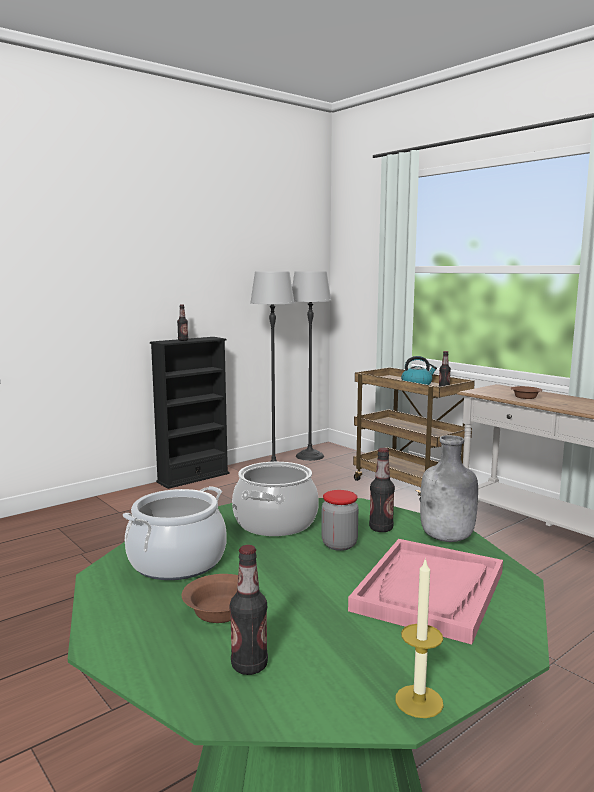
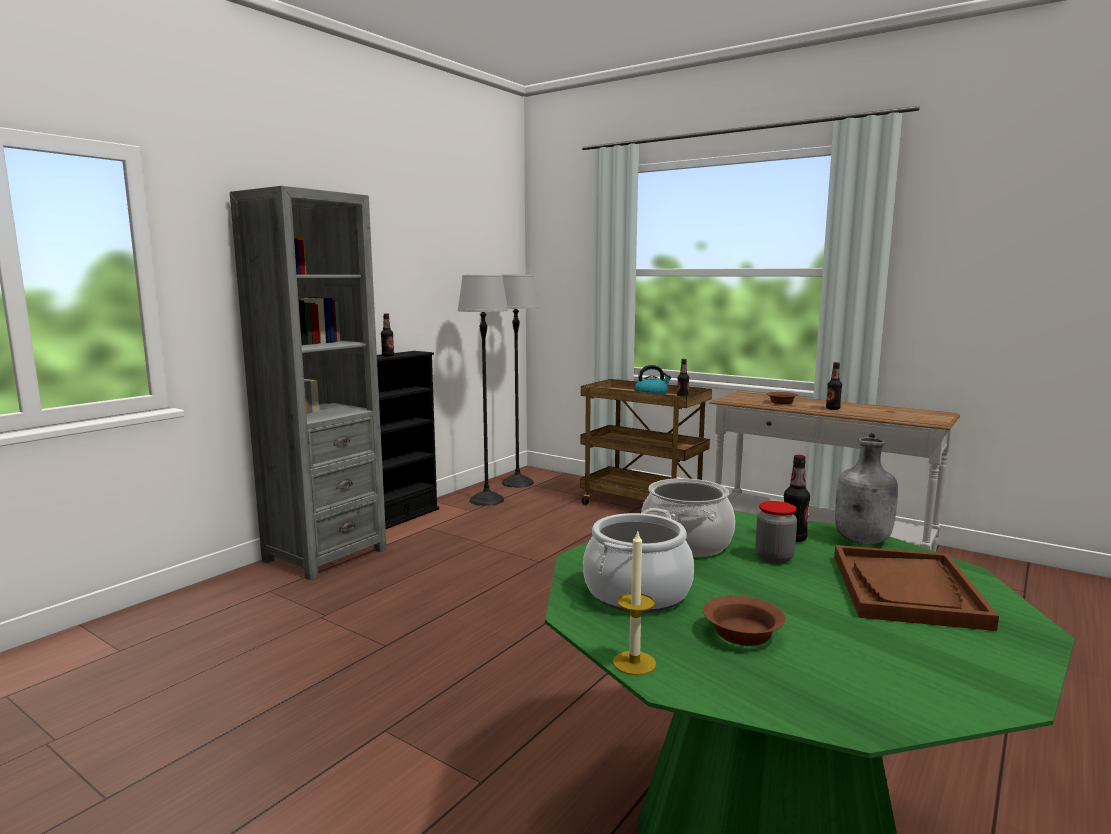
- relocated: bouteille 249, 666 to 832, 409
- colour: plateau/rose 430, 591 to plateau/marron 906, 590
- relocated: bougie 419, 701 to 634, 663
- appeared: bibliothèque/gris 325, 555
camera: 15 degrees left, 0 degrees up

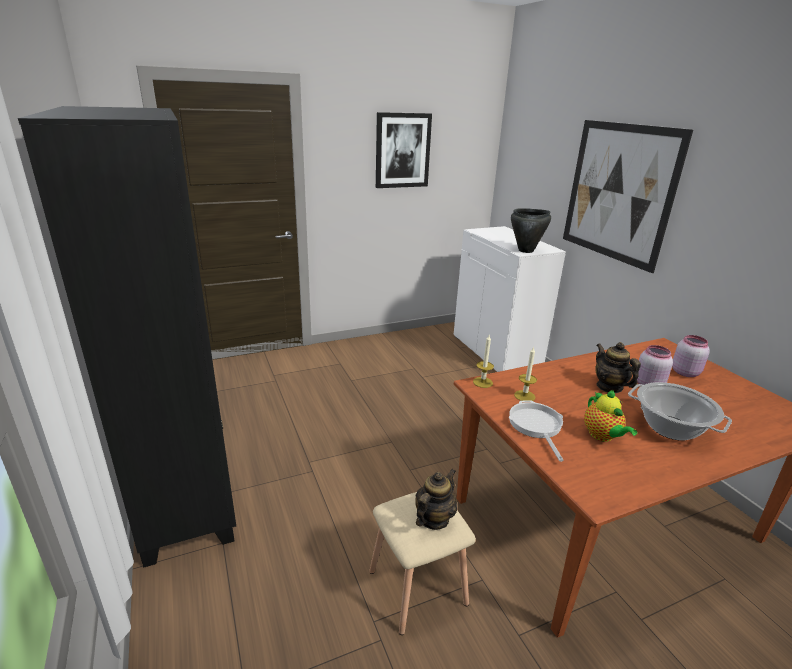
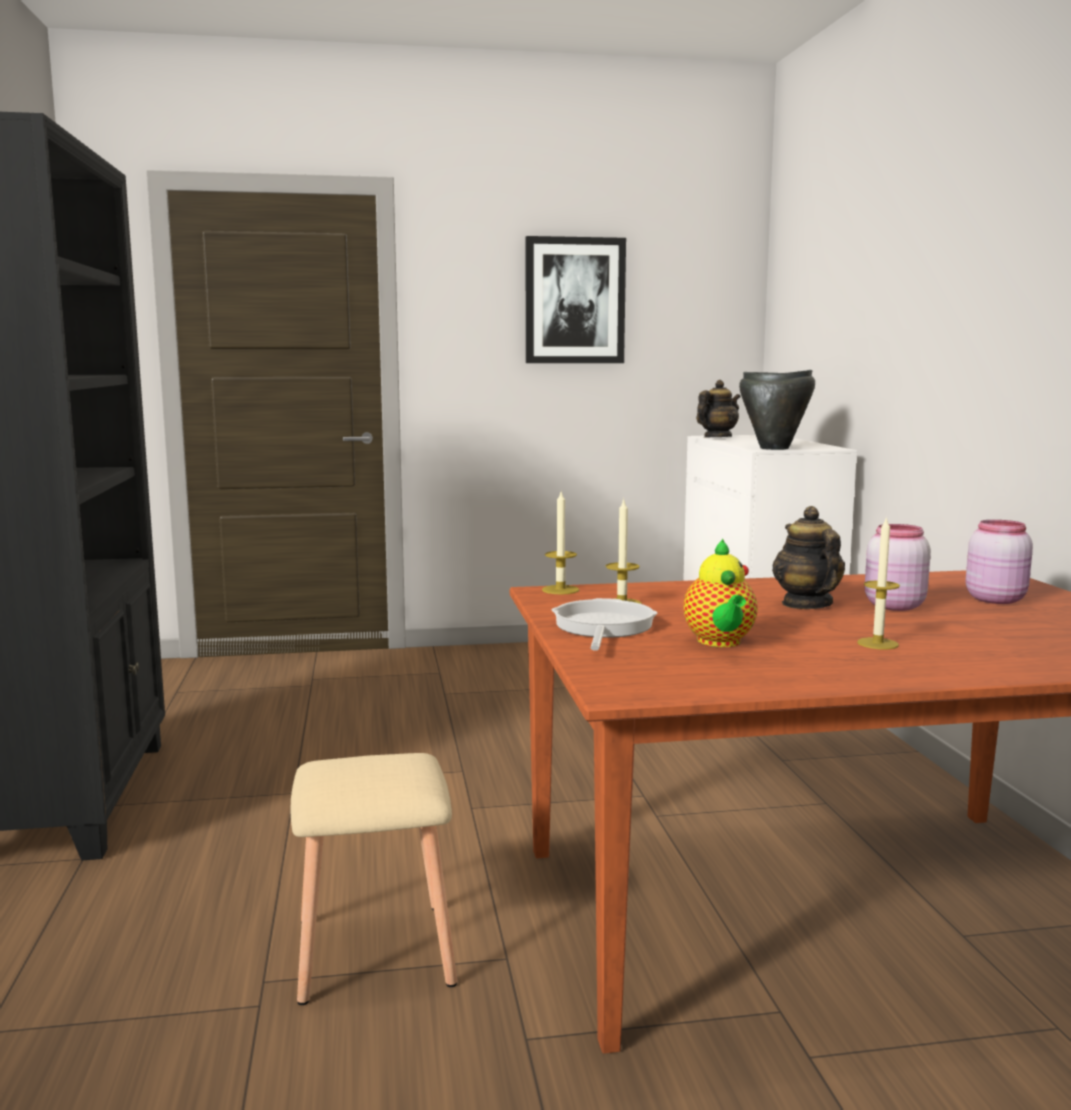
- relocated: théière 433, 519 to 717, 437
- missing: tableau 618, 192
- exchanged: marmite 671, 428 to bougie 877, 643
camera: 15 degrees right, 15 degrees down

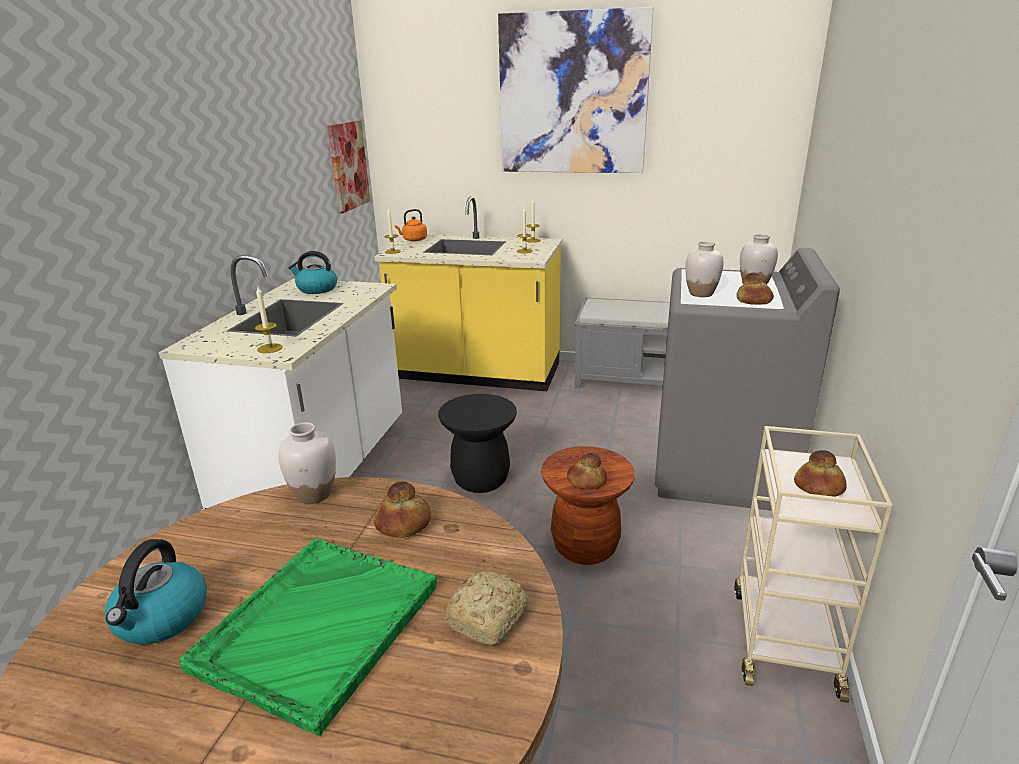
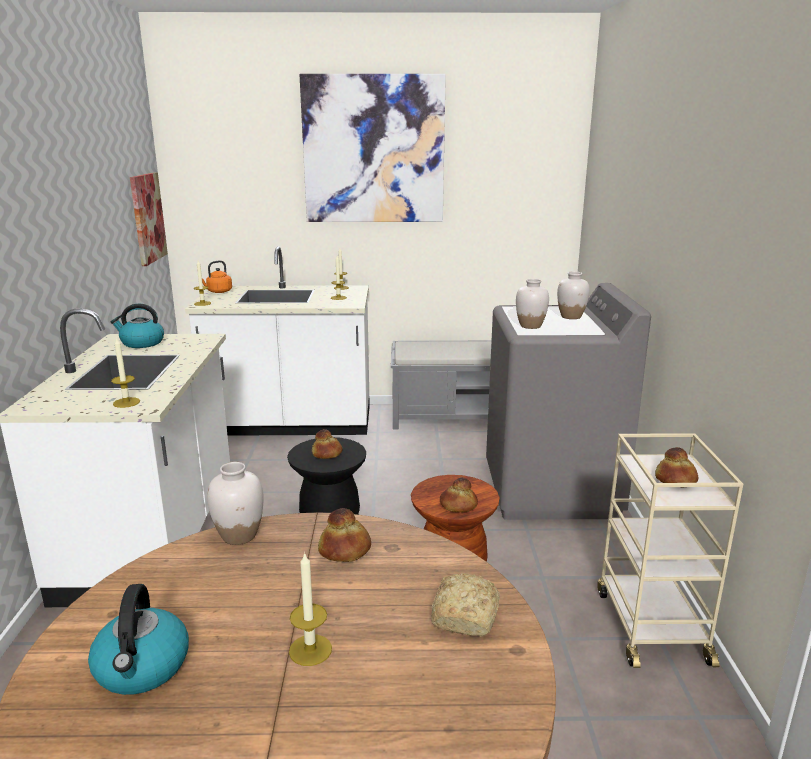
- exchanged: plateau/vert 316, 628 to bougie 310, 650
- colour: comptoir de cuisine/jaune 477, 374 to comptoir de cuisine/blanc 291, 424
- relocated: pain 753, 301 to 326, 454
camera: 15 degrees left, 5 degrees down

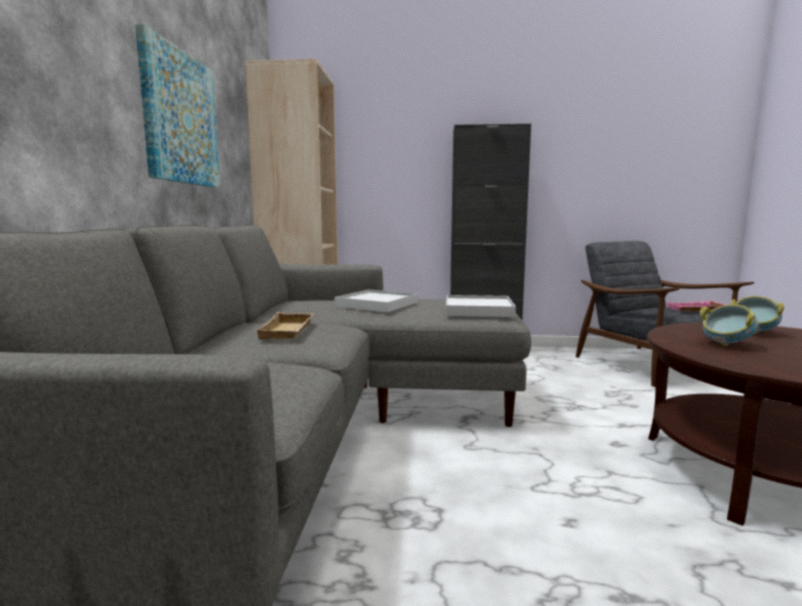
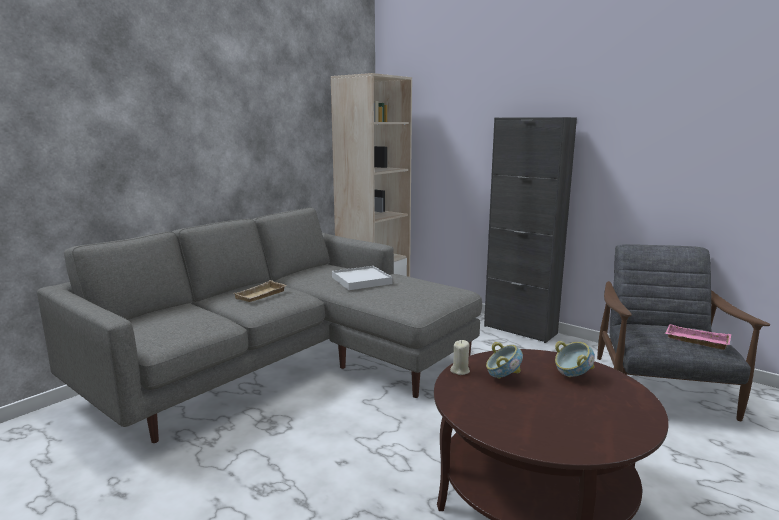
- missing: tableau 180, 118
- missing: plateau/blanc 478, 310
- appeared: bougie/beige 460, 371
camera: 35 degrees right, 5 degrees up

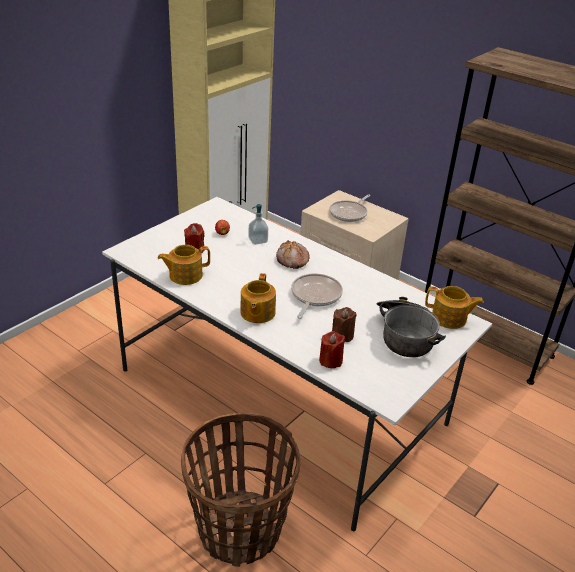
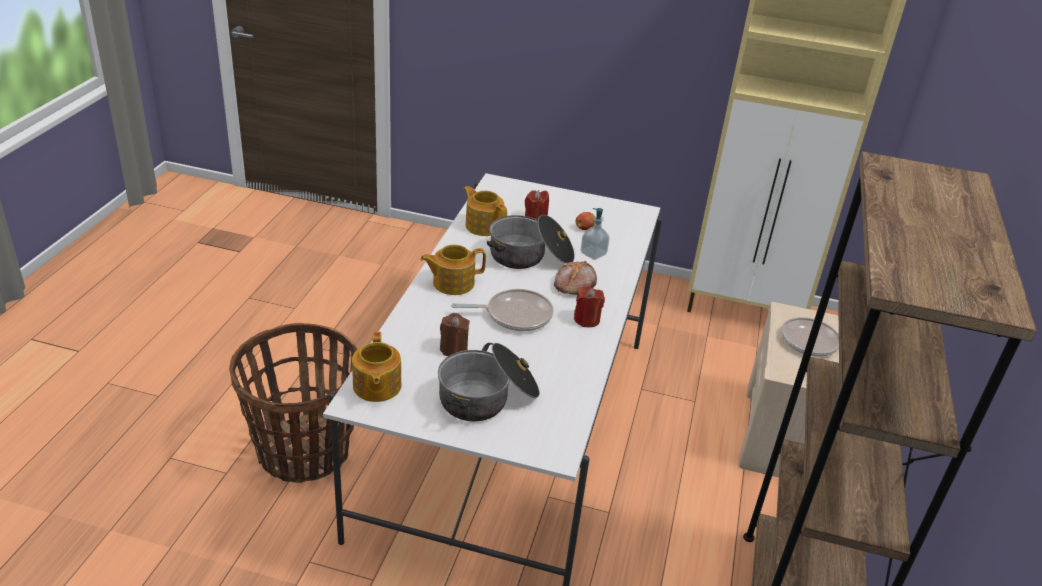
- relocated: bougie/rouge 330, 361 to 587, 320
- relocated: théière 449, 318 to 376, 387
- appeared: marmite 530, 256
camera: 65 degrees right, 0 degrees up

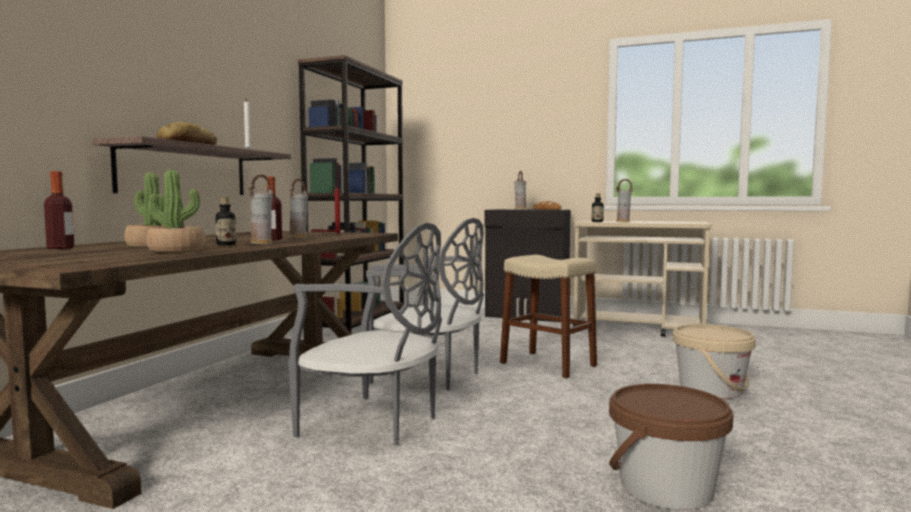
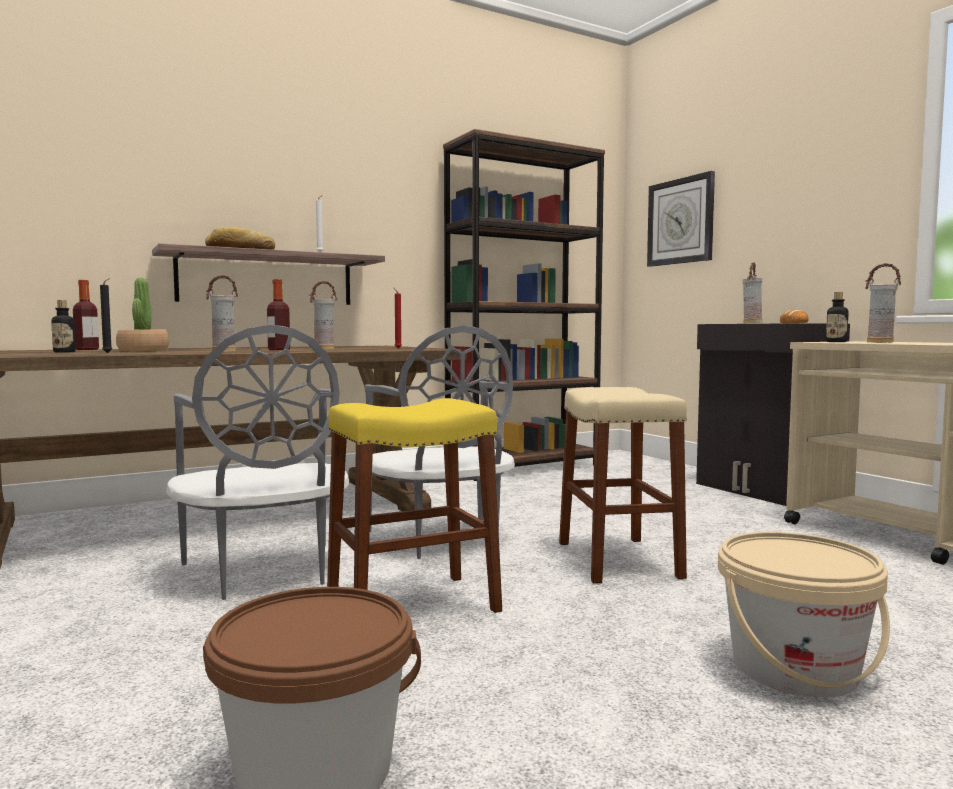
- exchanged: plante en pot 177, 250 to bougie/noir 108, 353
- relocated: bouteille 226, 244 to 64, 352
- appeared: tabouret/jaune 412, 605
- appeared: horloge murale 680, 221
camera: 40 degrees right, 0 degrees up

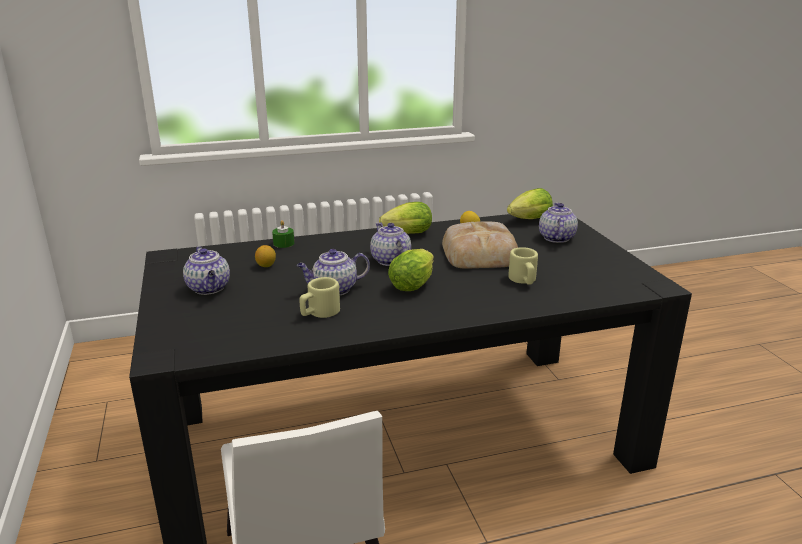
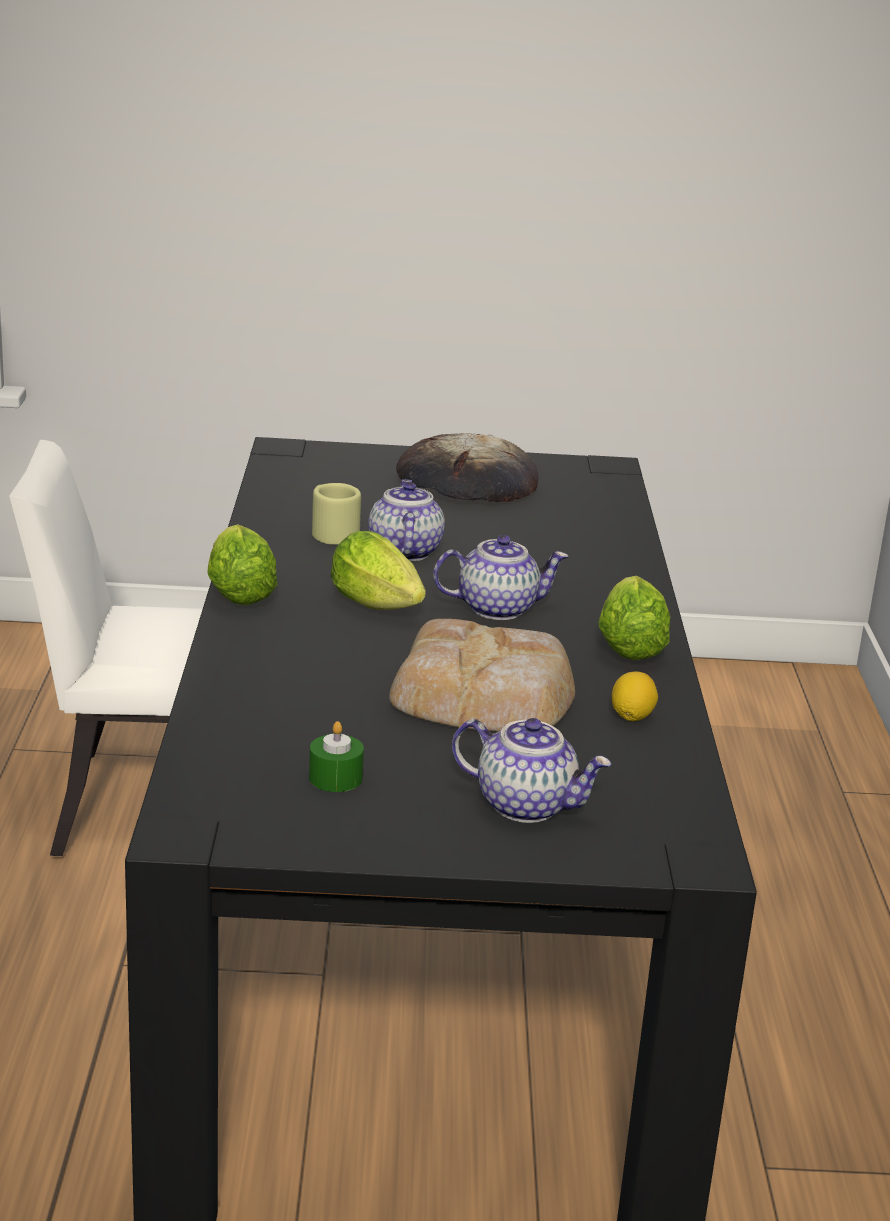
- exchanged: théière 209, 288 to pain 466, 482
- missing: citron 266, 265
- relocated: bougie/vert 283, 243 to 335, 778
- relocated: laitue 527, 220 to 239, 591
- missing: mug/beige 523, 280
camera: 105 degrees right, 0 degrees up

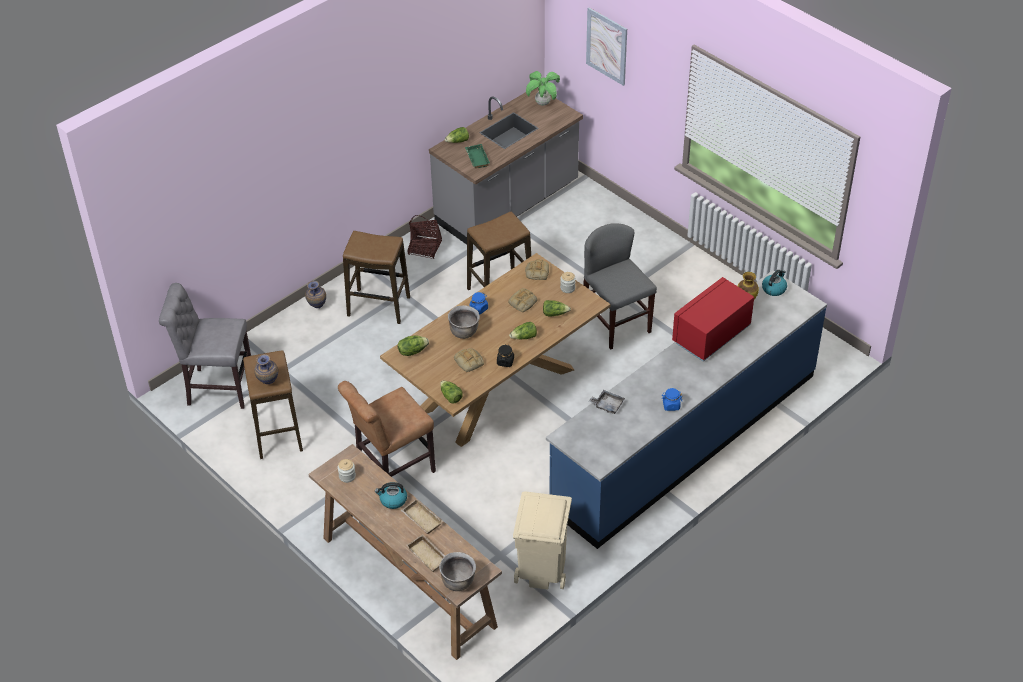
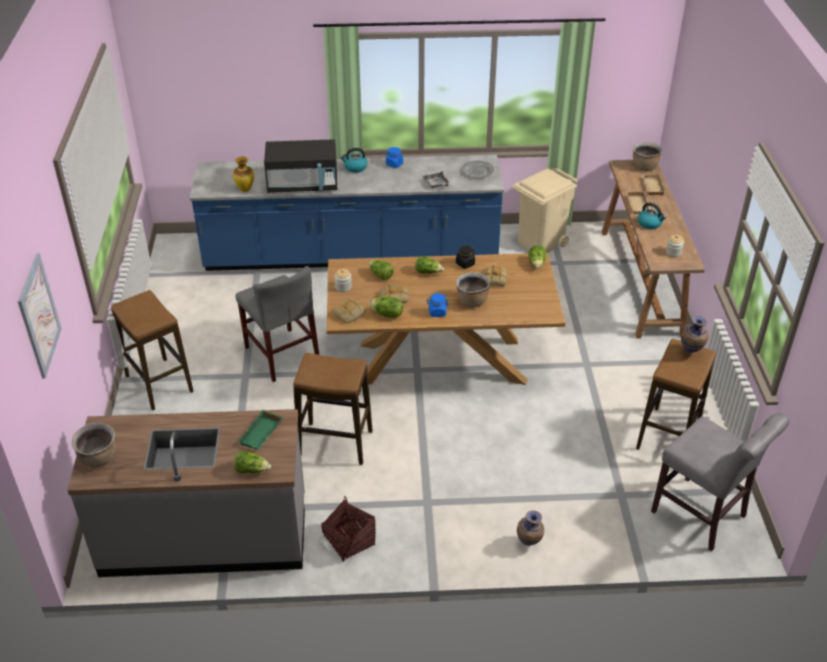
- missing: chaise/marron 391, 470
- relocated: tabouret 379, 307 to 159, 384
- relocated: laitue 412, 351 to 387, 314
- exchanged: plante en pot 543, 103 to marmite/marron 99, 459
- spun: chaise/gris 615, 323 = 282, 354 45 degrees counterclockwise
- colour: micro-ondes/rouge 710, 335 to micro-ondes/noir 303, 185
- relocated: bouilloire 774, 289 to 355, 168
- appeared: assiette/gris 477, 171
camera: 140 degrees left, 5 degrees down

